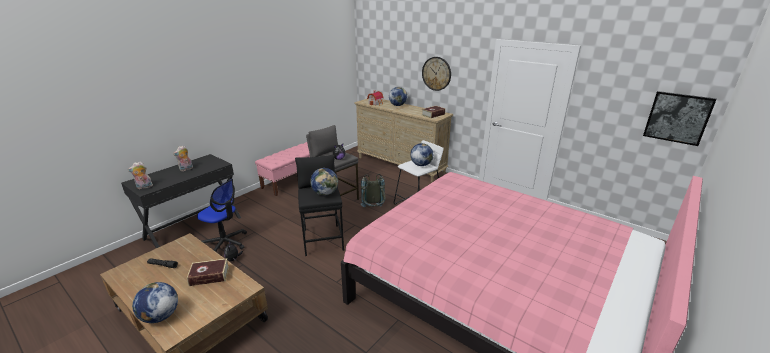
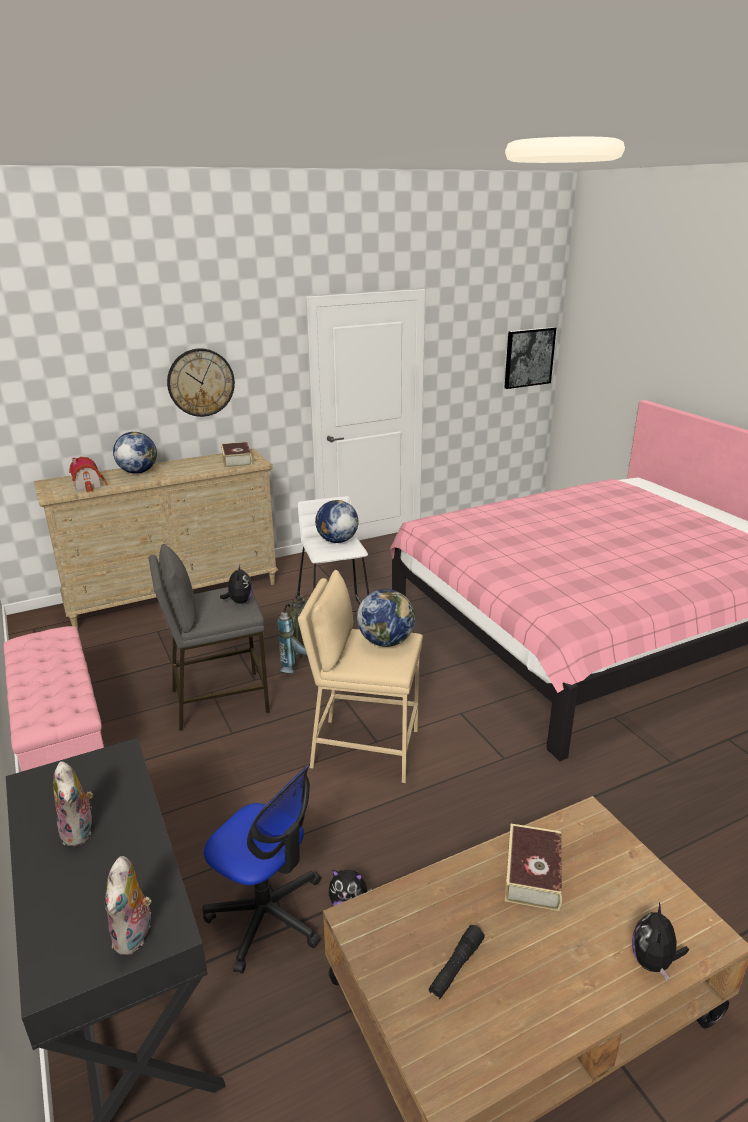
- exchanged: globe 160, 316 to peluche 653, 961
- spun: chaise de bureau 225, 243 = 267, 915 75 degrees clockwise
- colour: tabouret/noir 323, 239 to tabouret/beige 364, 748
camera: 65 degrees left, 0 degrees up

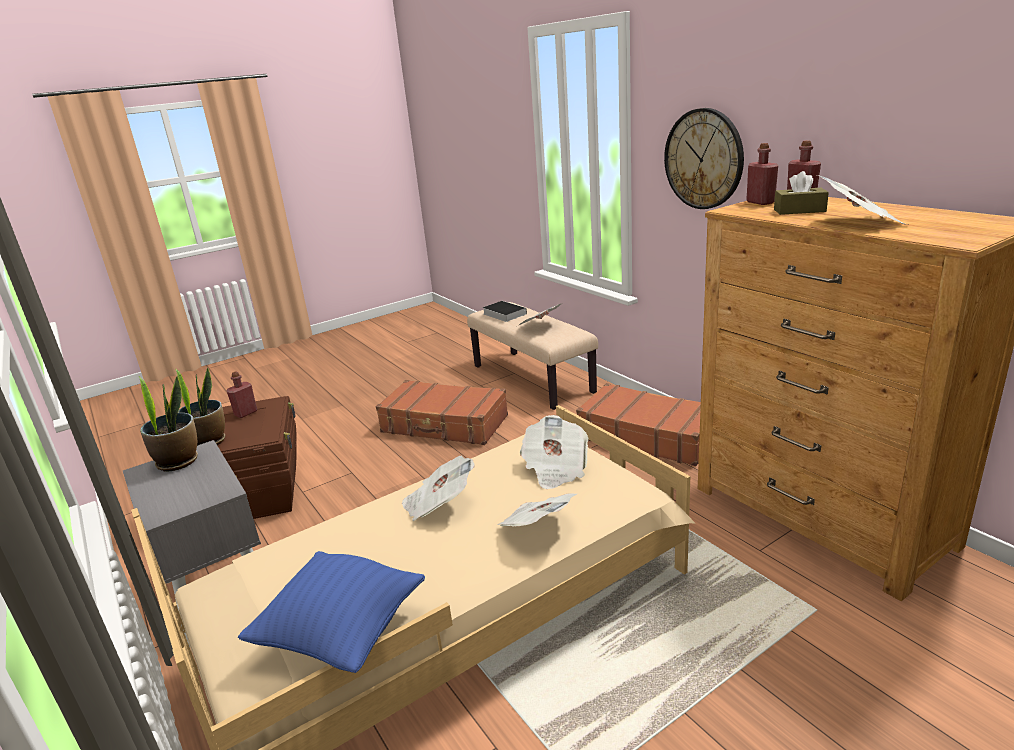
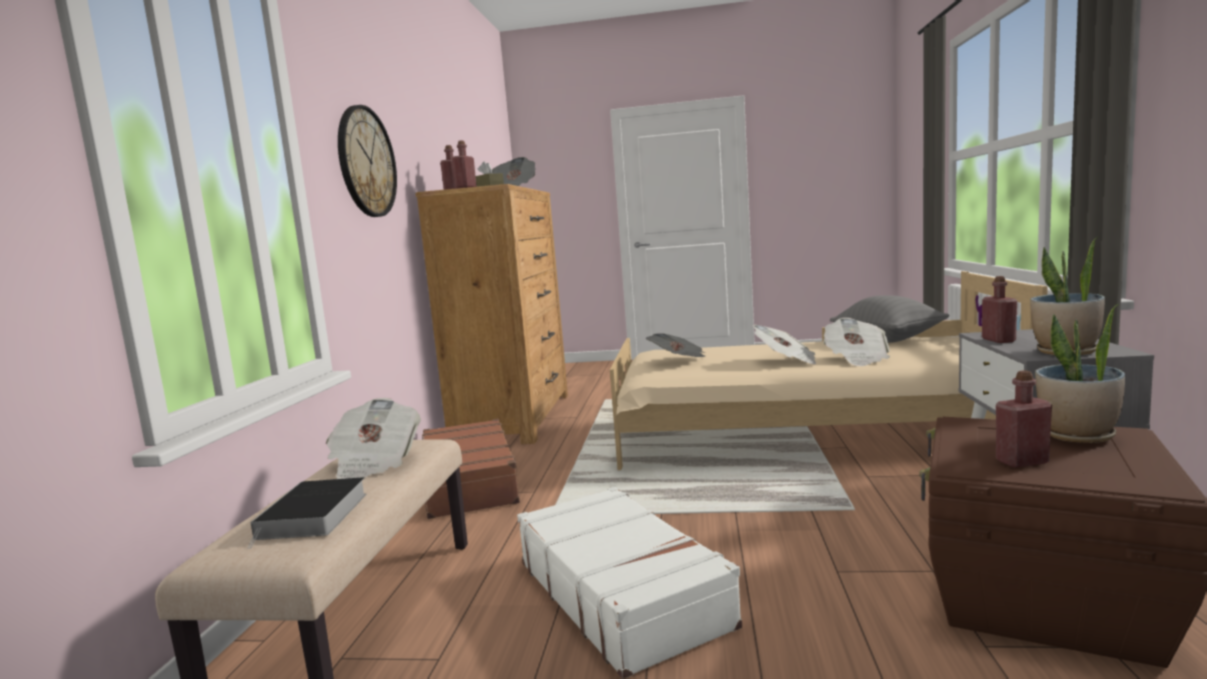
- colour: coussin/bleu 342, 634 to coussin/gris 888, 340
- colour: valise/marron 444, 425 to valise/blanc 622, 593
- relocated: journal 537, 527 to 856, 359
- appeared: bouteille/rouge 998, 340
camera: 140 degrees left, 15 degrees down

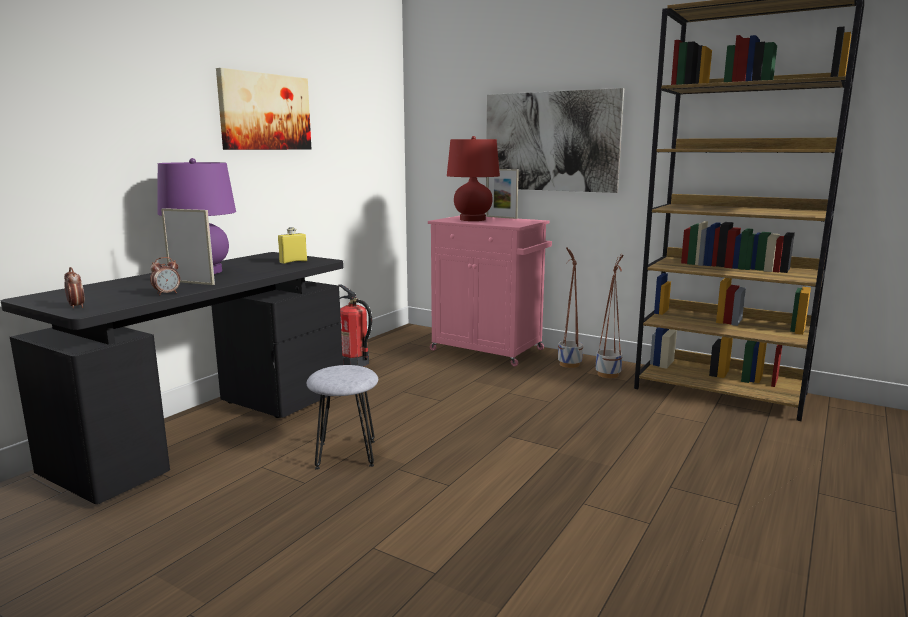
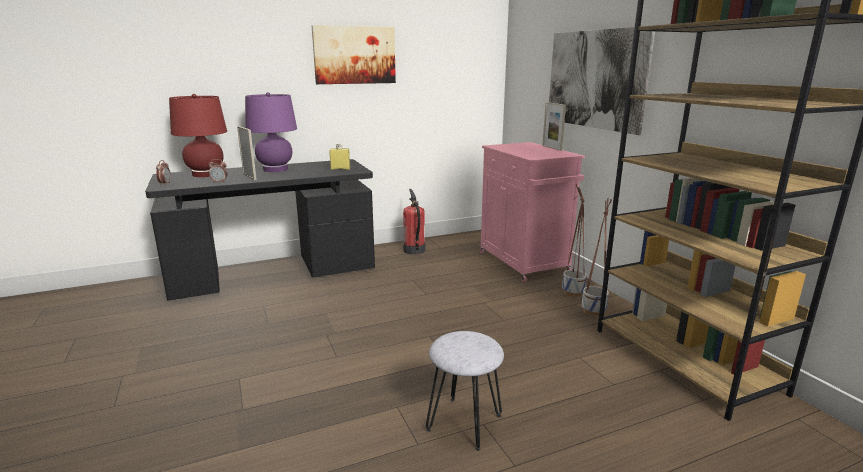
- relocated: tabouret/gris 346, 454 to 464, 423
- relocated: lampe de table/rouge 472, 219 to 205, 174
camera: 35 degrees right, 5 degrees up

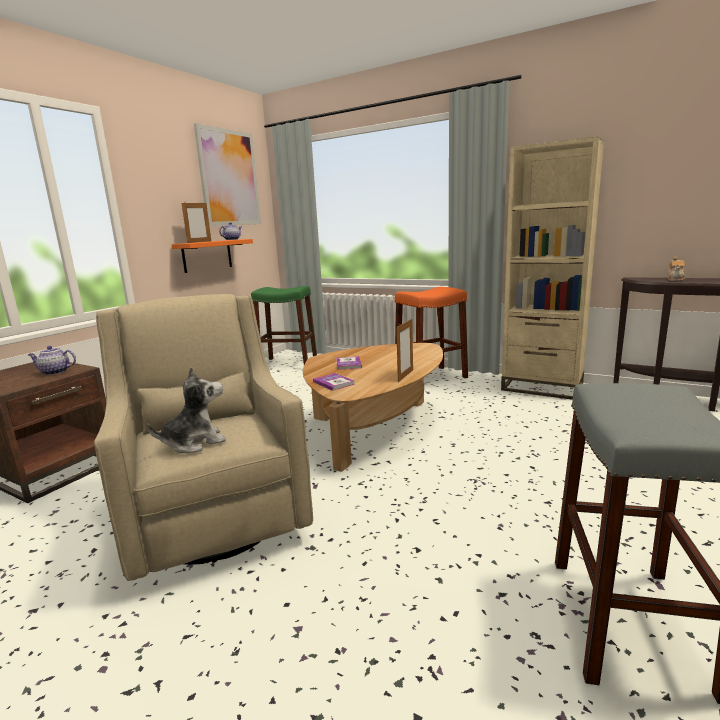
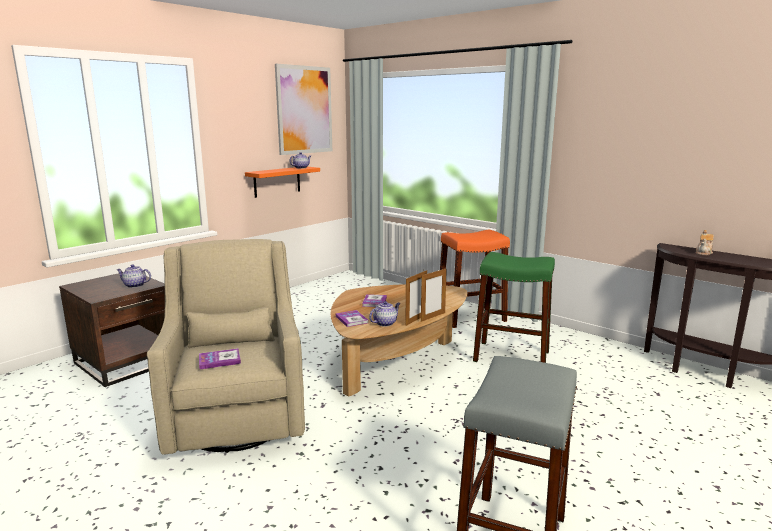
- exchanged: peluche 194, 442 to livre 219, 360
- relocated: cadre photo 199, 242 to 433, 317
- relocated: tabouret/vert 288, 363 to 511, 356
- missing: bibliothèque/beige 542, 387
- appeared: théière 385, 323
camera: 10 degrees right, 0 degrees up

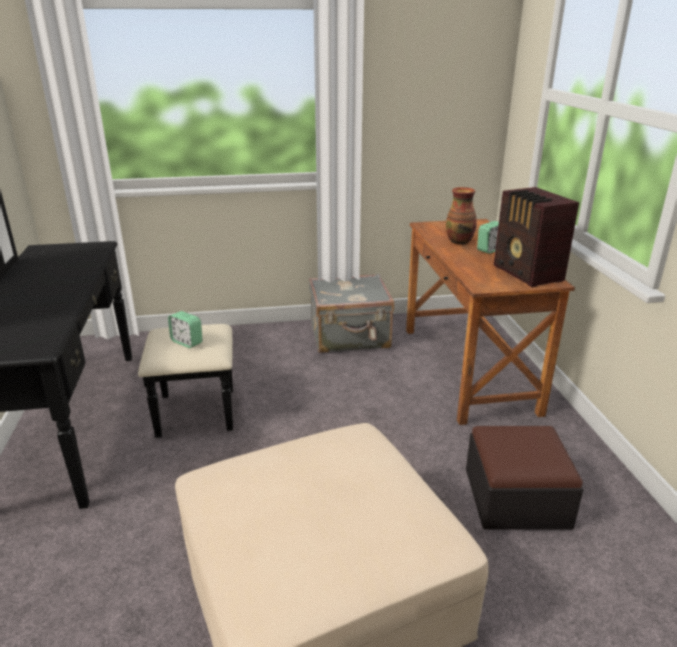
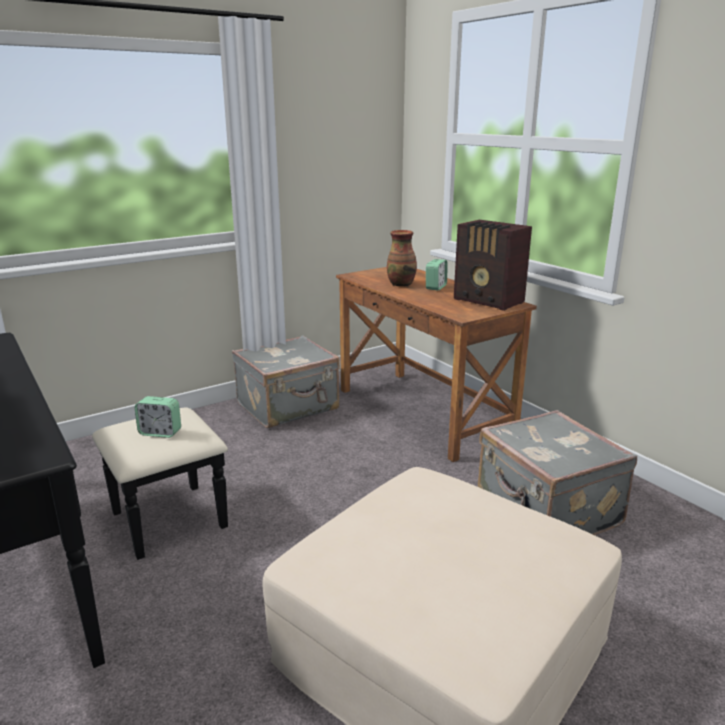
- exchanged: pouf 516, 498 to valise/gris 546, 510
camera: 25 degrees left, 5 degrees down

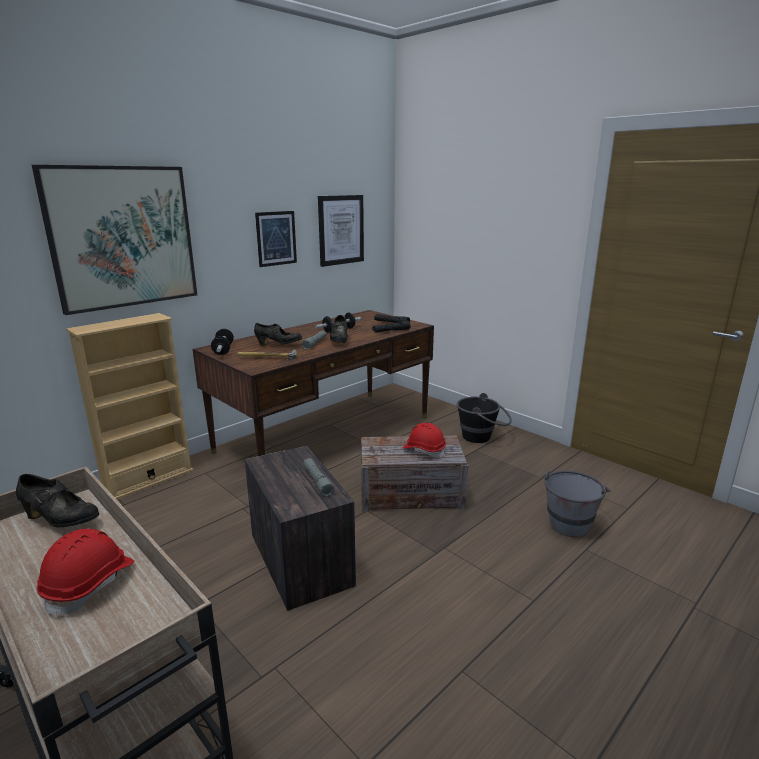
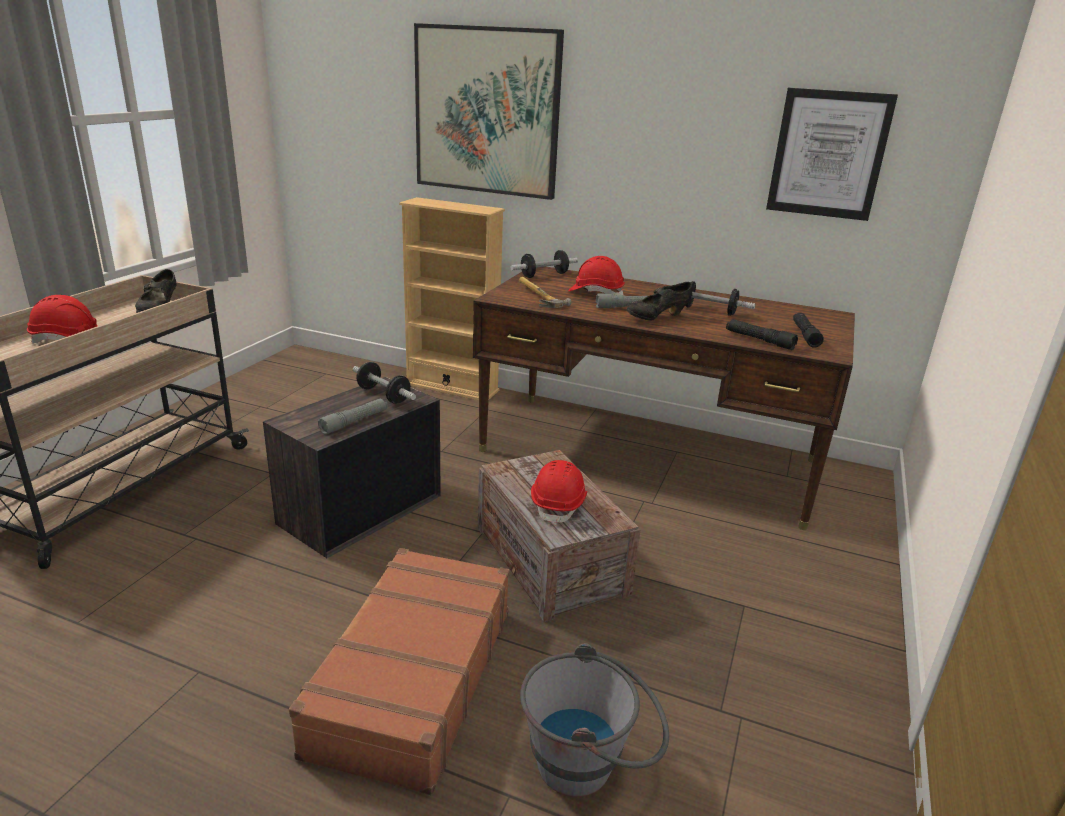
- exchanged: chaussure/noir 278, 345 to casque de chantier/rouge 596, 293
- missing: tableau 276, 238
- missing: seau/noir 482, 437
- appeared: valise/marron 412, 679
- appeared: haltère 383, 395
camera: 65 degrees right, 5 degrees up

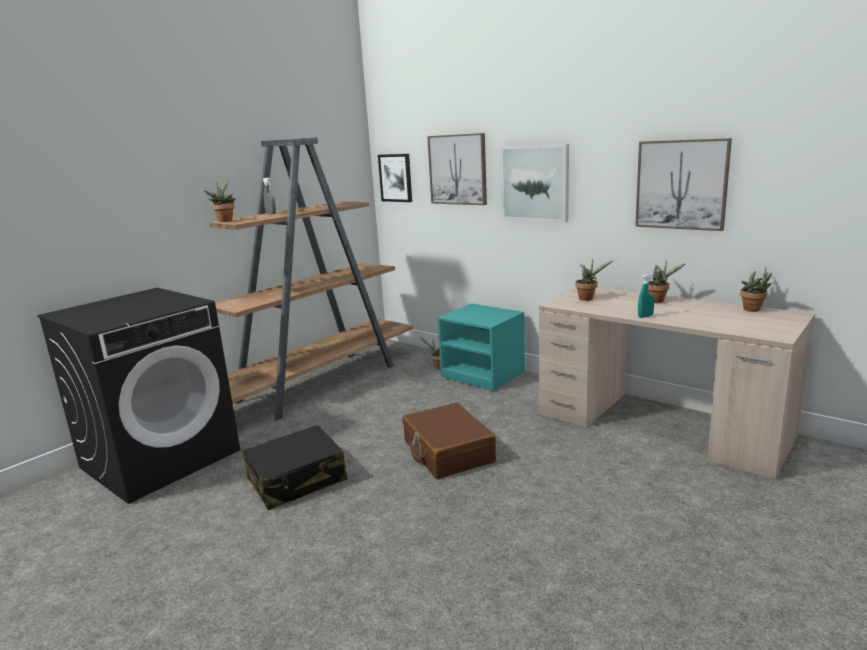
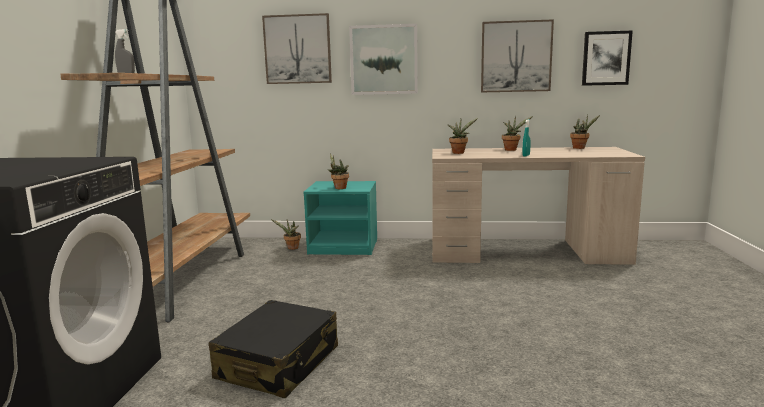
- relocated: plante en pot 225, 220 to 339, 188
- relocated: tableau 396, 178 to 606, 58
- missing: valise/marron 447, 452
camera: 35 degrees left, 5 degrees down

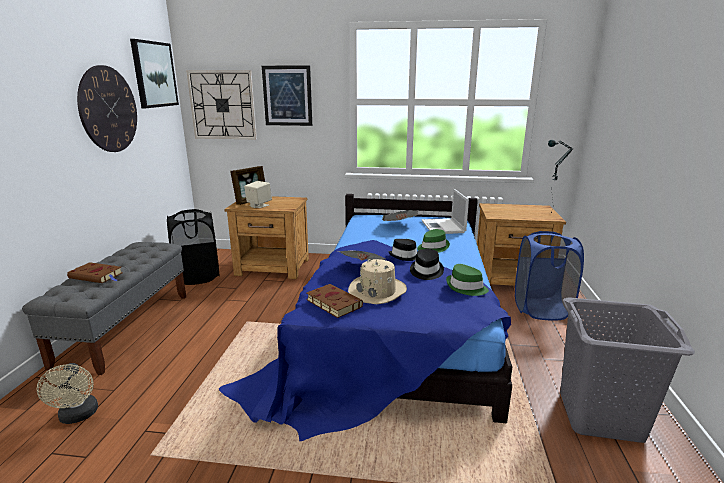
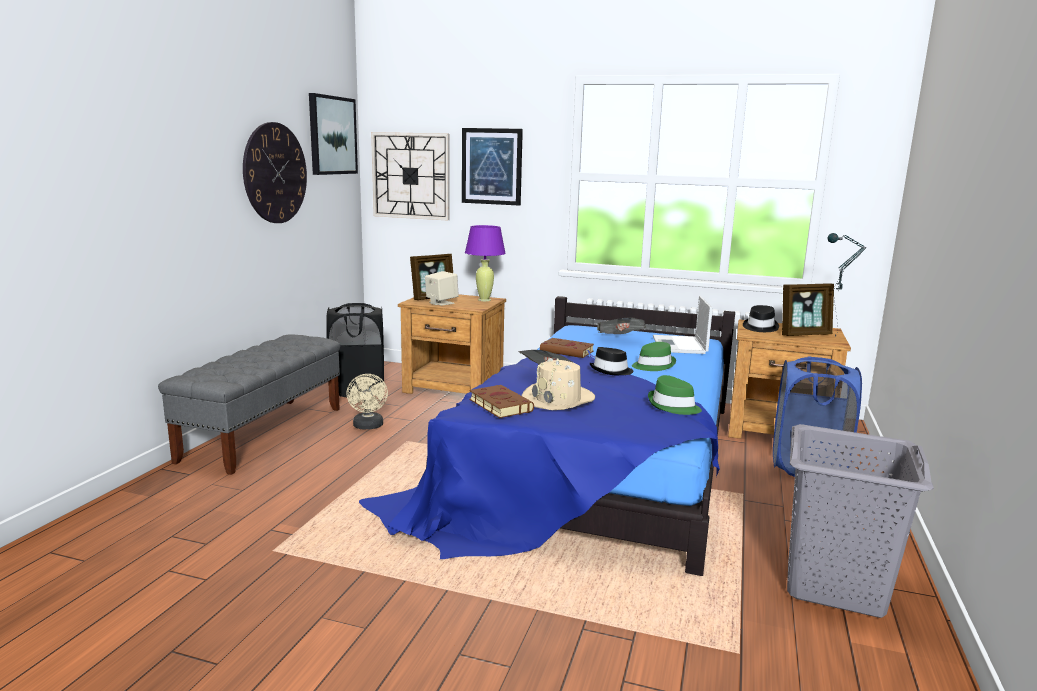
- relocated: ventilateur/beige 78, 416 to 368, 426
- relocated: livre/marron 97, 276 to 568, 352
- relocated: chapeau/noir 426, 271 to 760, 327
- appeared: lampe de table/violet 484, 300
- appeared: cadre photo 804, 334
camera: 10 degrees right, 5 degrees down

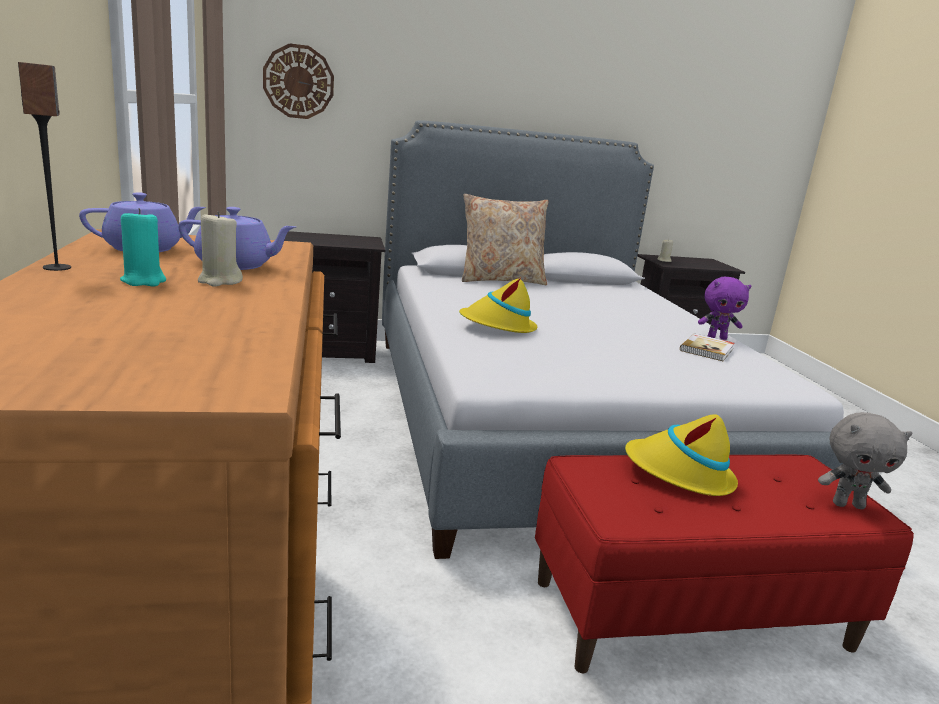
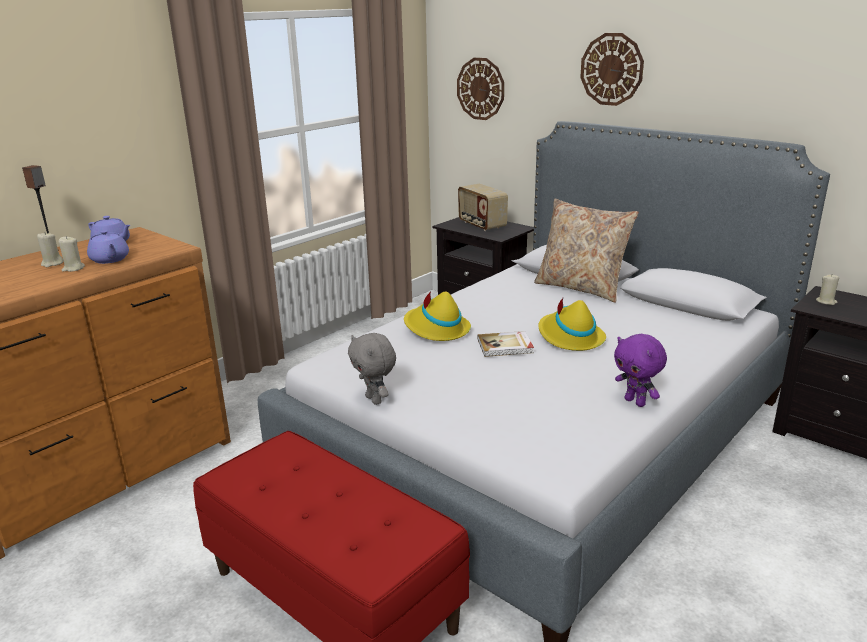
- colour: bougie/turquoise 144, 281 to bougie/beige 52, 264
- relocated: chapeau/jaune 679, 474 to 569, 337
- relocated: livre 707, 349 to 505, 346
- relocated: peluche/gris 847, 504 to 375, 400
- appeared: radio 481, 225
- appeared: horloge murale 611, 69
camera: 55 degrees right, 5 degrees up

